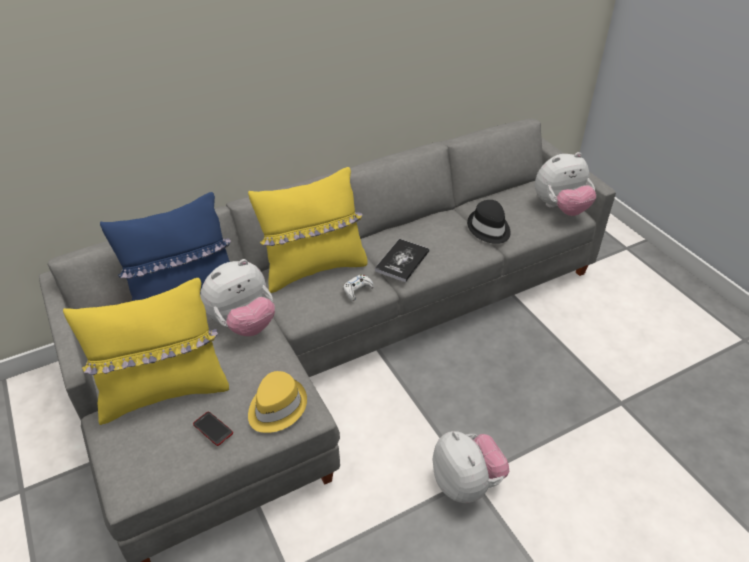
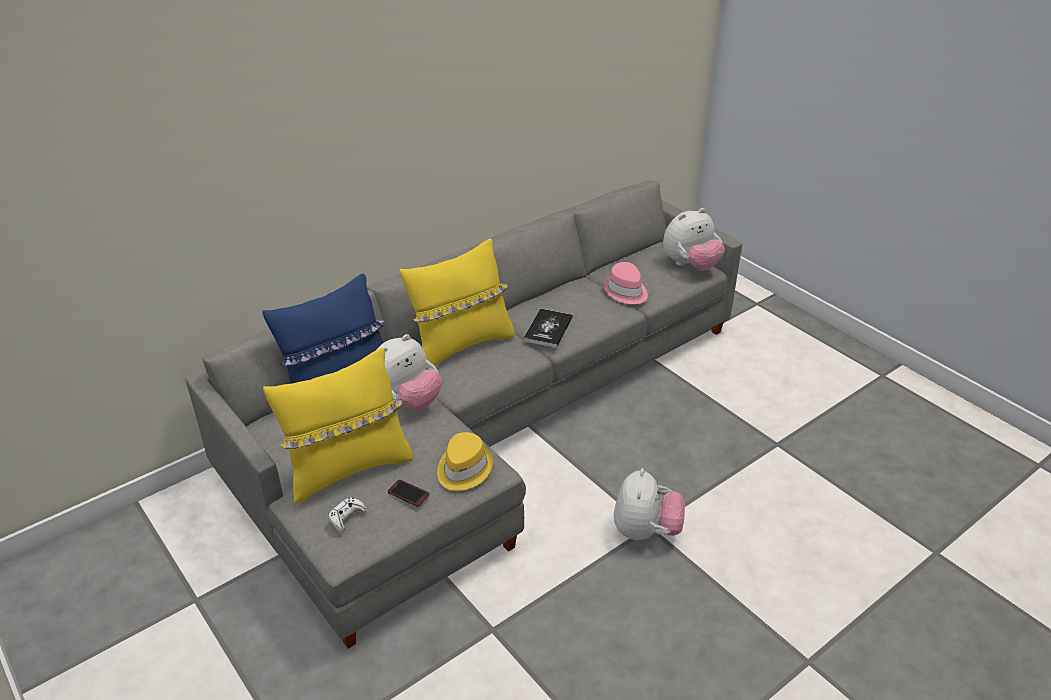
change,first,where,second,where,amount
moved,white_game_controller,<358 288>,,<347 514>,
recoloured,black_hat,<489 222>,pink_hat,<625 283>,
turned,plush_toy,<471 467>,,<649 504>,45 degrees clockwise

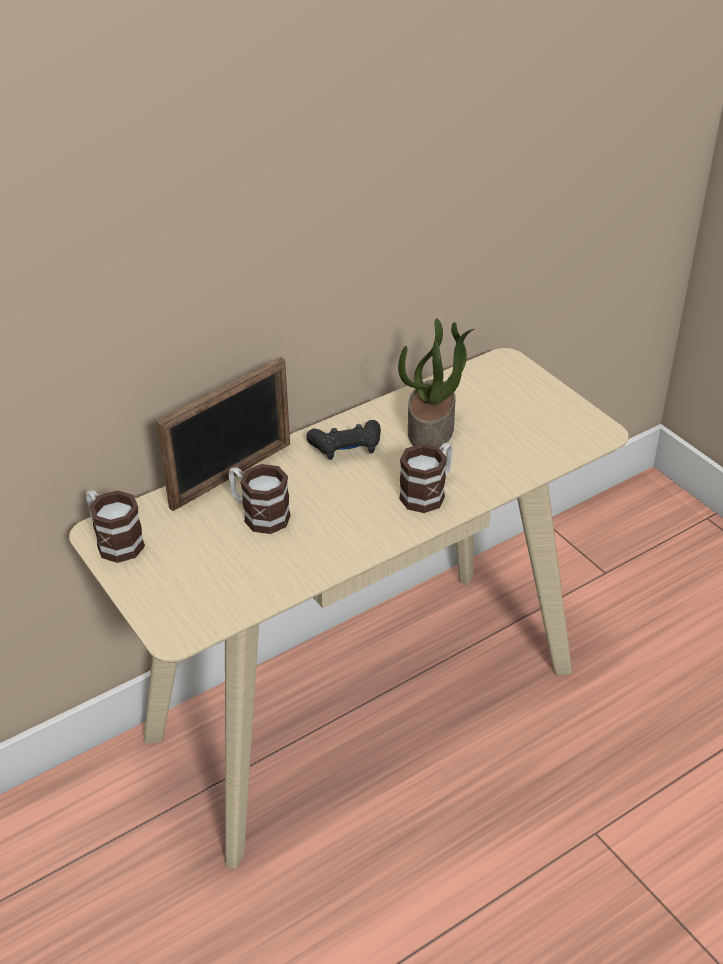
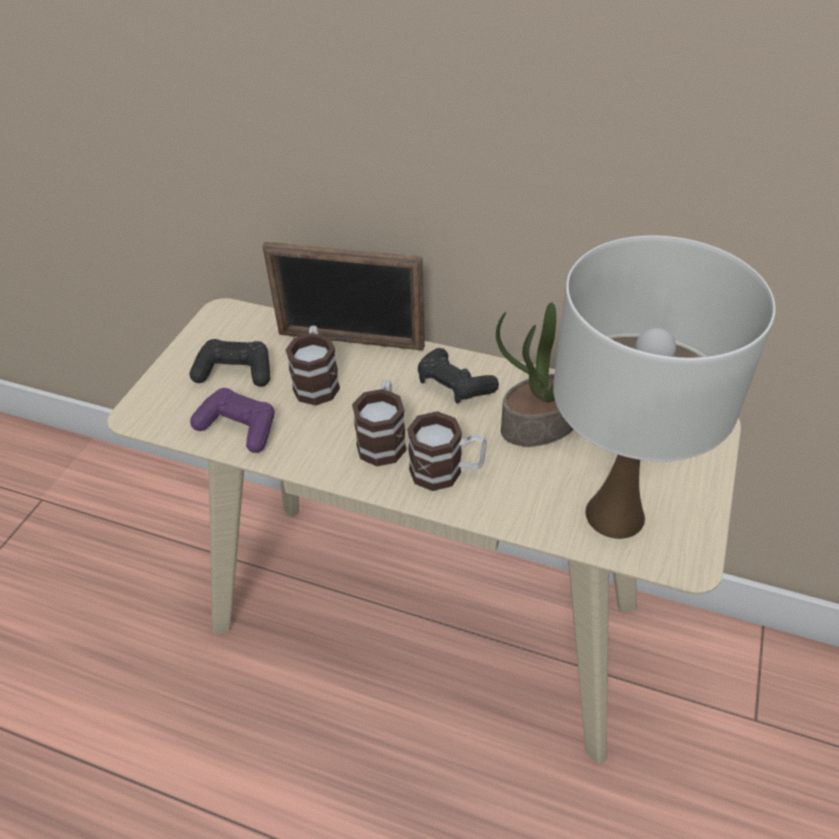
change,first,where,second,where,amount
added,,,black_game_controller,<229 363>,
added,,,purple_game_controller,<232 420>,
added,,,white_table_lamp,<664 387>,
moved,mug,<115 526>,,<379 423>,

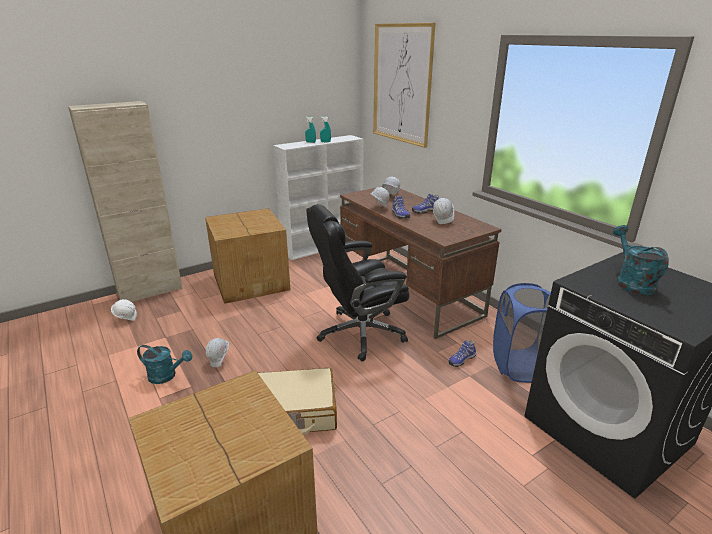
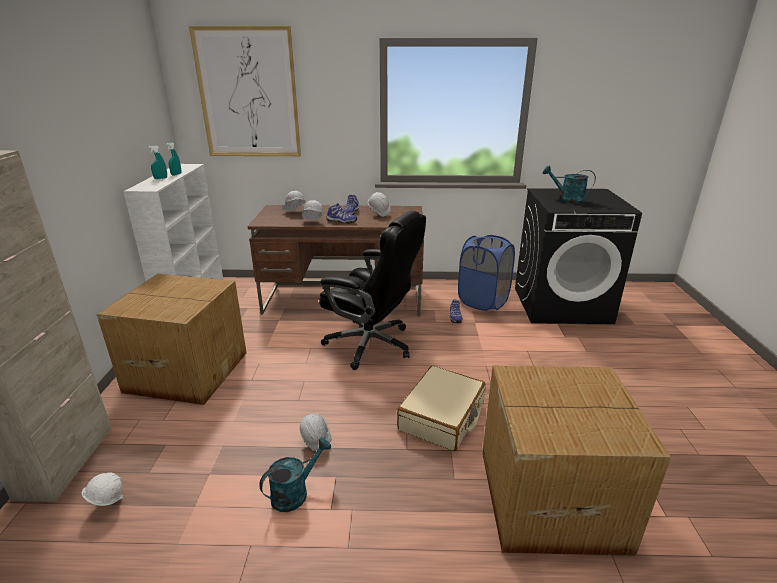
change,first,where,second,where,amount
turned,black_office_chair,<358 283>,,<372 290>,75 degrees counterclockwise

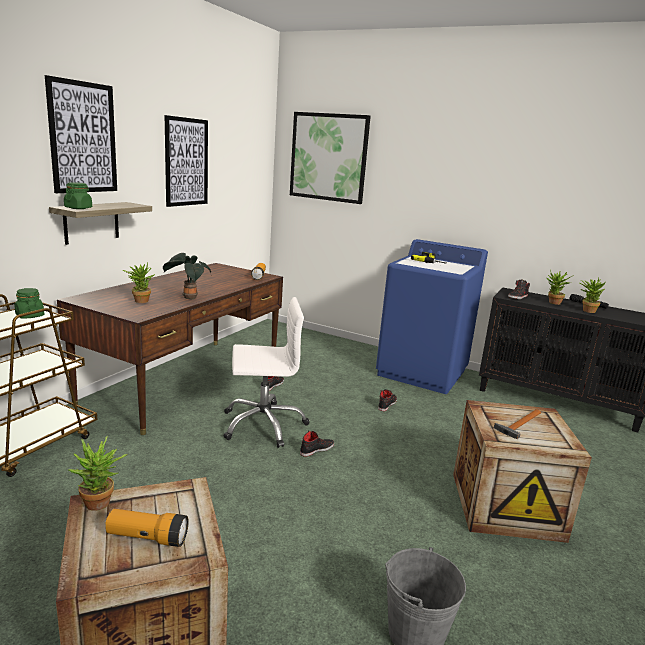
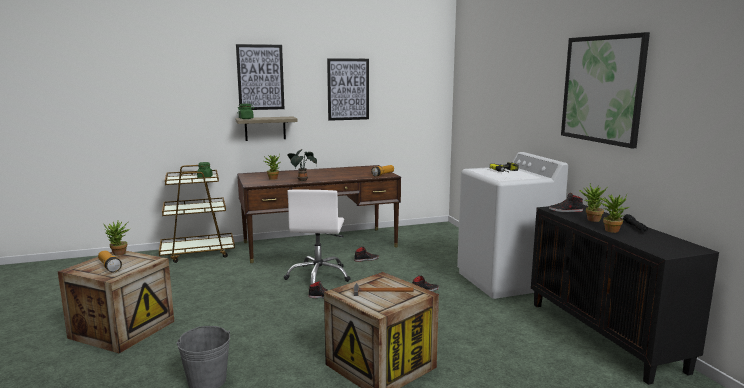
change,first,where,second,where,amount
moved,picture,<330 158>,,<605 90>,
recoloured,blue_washing_machine,<432 316>,white_washing_machine,<512 225>,
turned,white_office_chair,<266 372>,,<317 237>,60 degrees clockwise

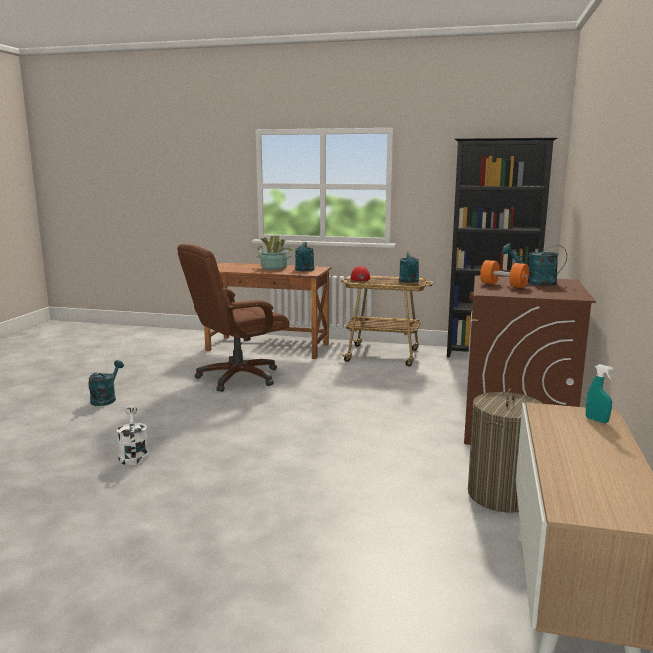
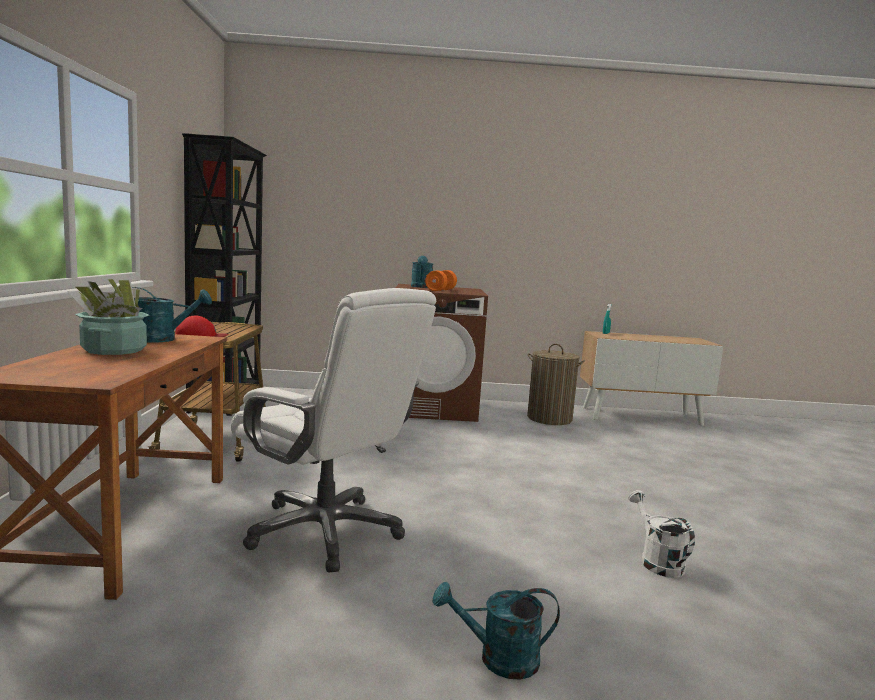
change,first,where,second,where,amount
removed,turquoise_watering_can,<409 267>,,,
recoloured,brown_office_chair,<233 318>,white_office_chair,<333 430>,
turned,white_watering_can,<133 435>,,<661 534>,105 degrees clockwise

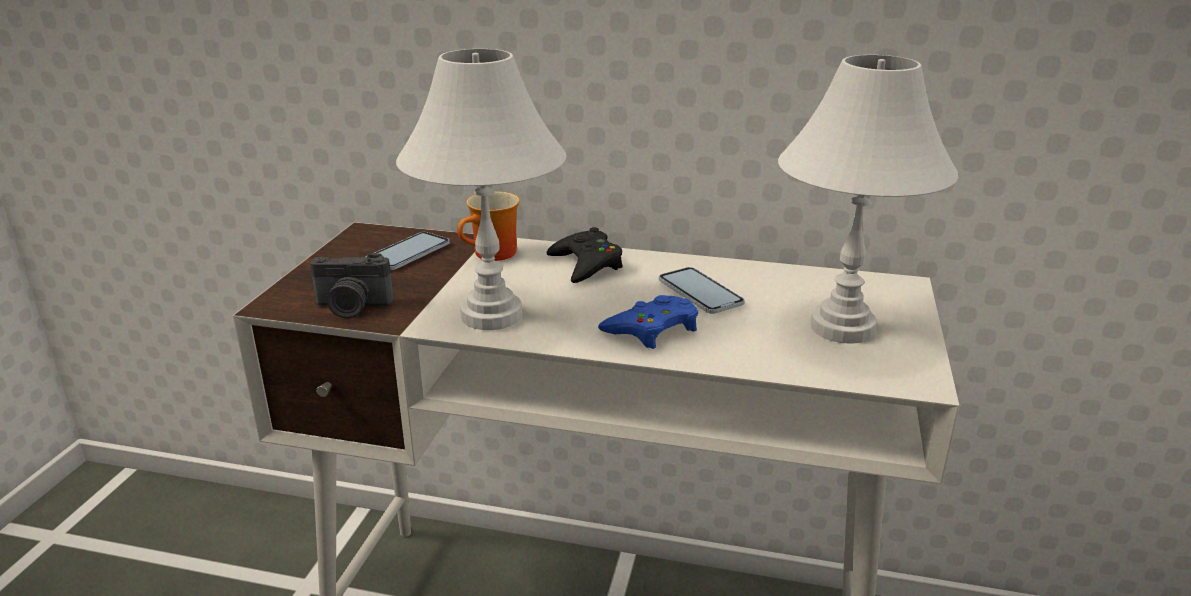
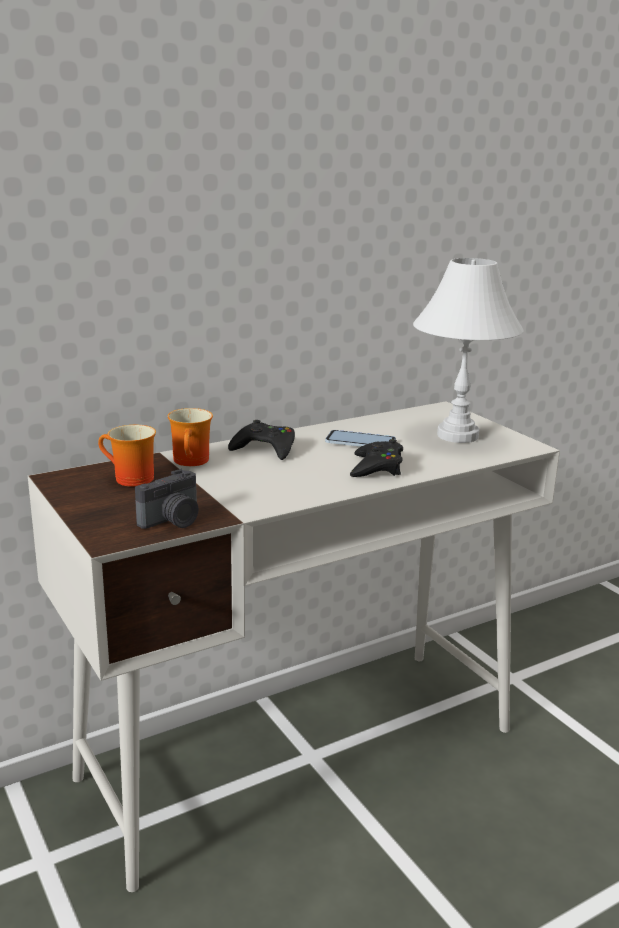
change,first,where,second,where,amount
removed,white_table_lamp,<481 189>,,,
replaced,phone,<408 251>,mug,<127 456>,
recoloured,blue_game_controller,<648 322>,black_game_controller,<376 458>,

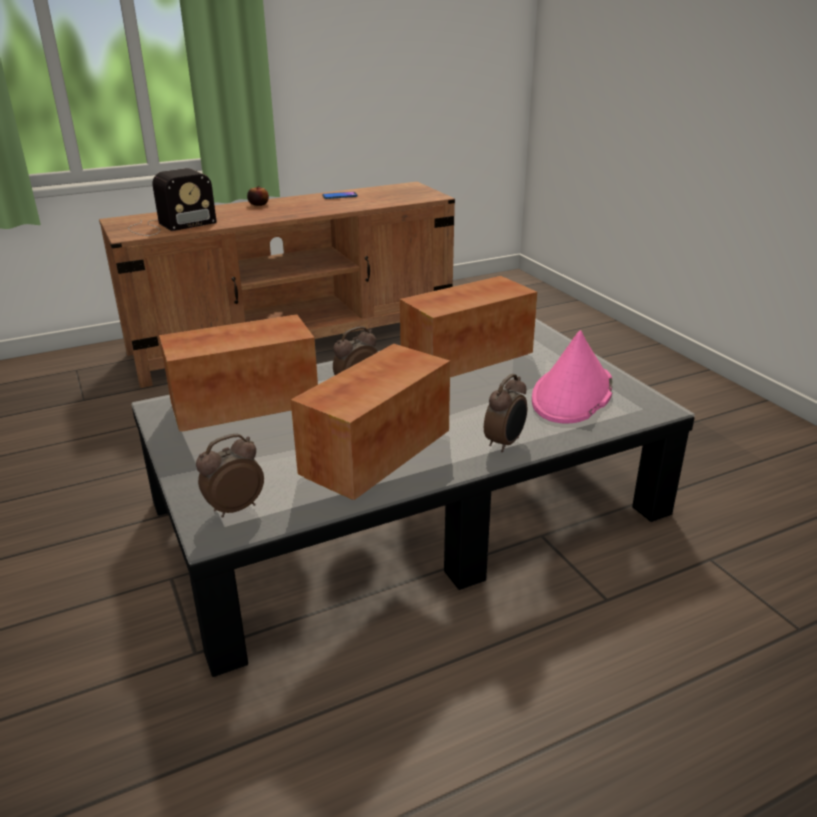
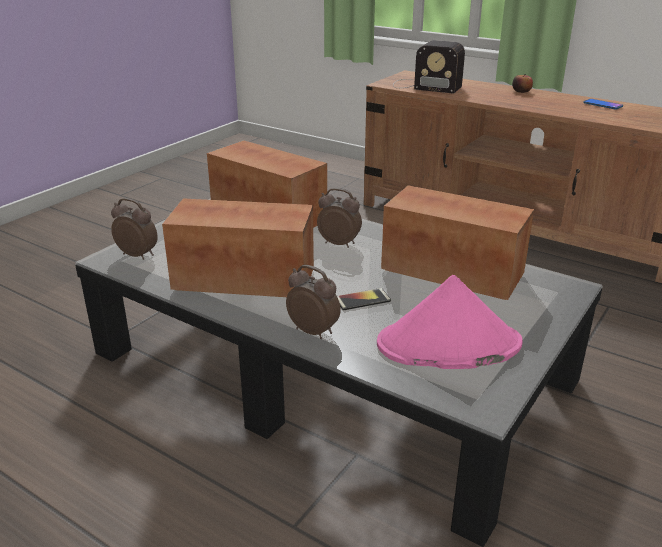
change,first,where,second,where,amount
added,,,phone,<364 299>,
turned,alarm_clock,<505 413>,,<313 302>,150 degrees counterclockwise

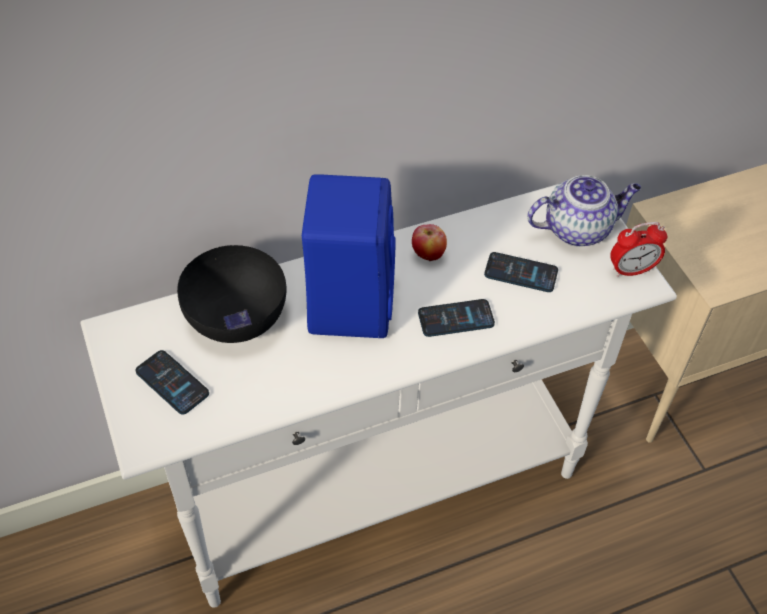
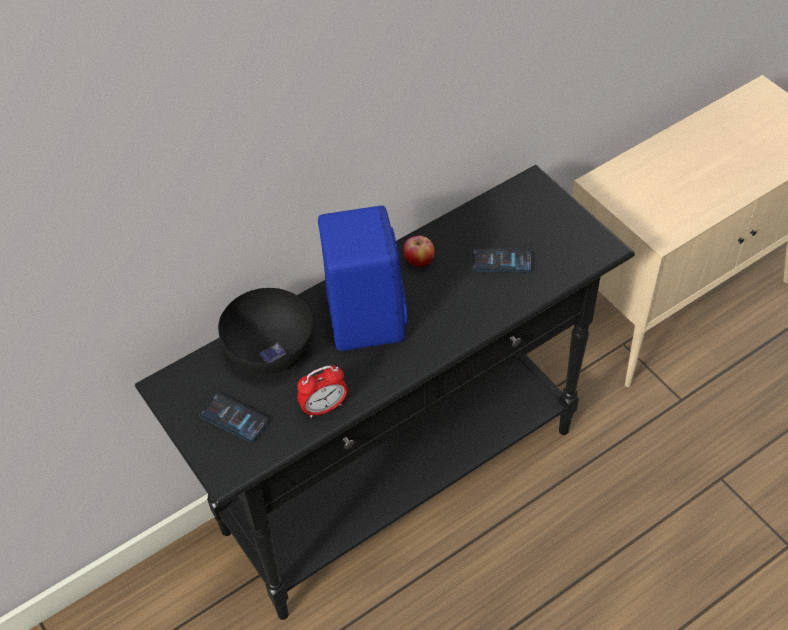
change,first,where,second,where,amount
removed,phone,<456 318>,,,
removed,teapot,<584 211>,,,
moved,alarm_clock,<638 249>,,<322 392>,
recoloured,white_console_table,<378 396>,black_console_table,<385 392>,

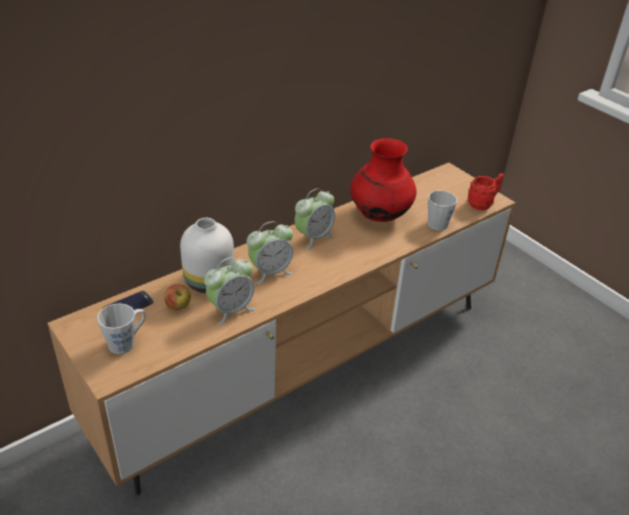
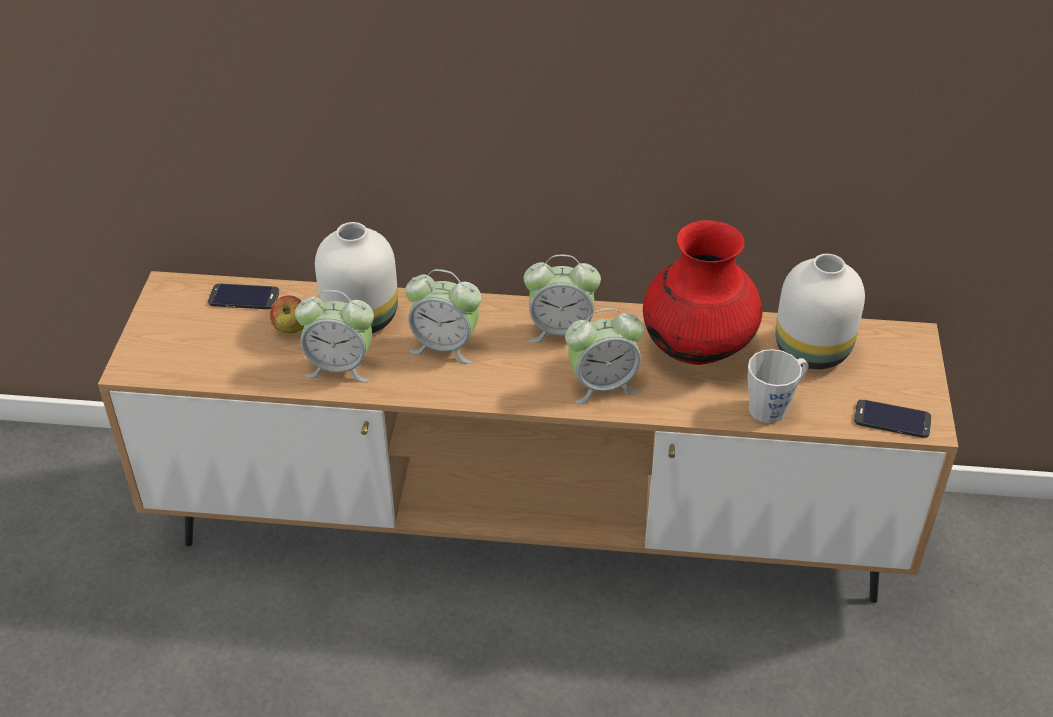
change,first,where,second,where,amount
removed,grey_mug,<121 328>,,,
added,,,alarm_clock,<604 356>,
added,,,white_vase,<820 311>,
replaced,red_mug,<486 191>,phone,<893 418>,

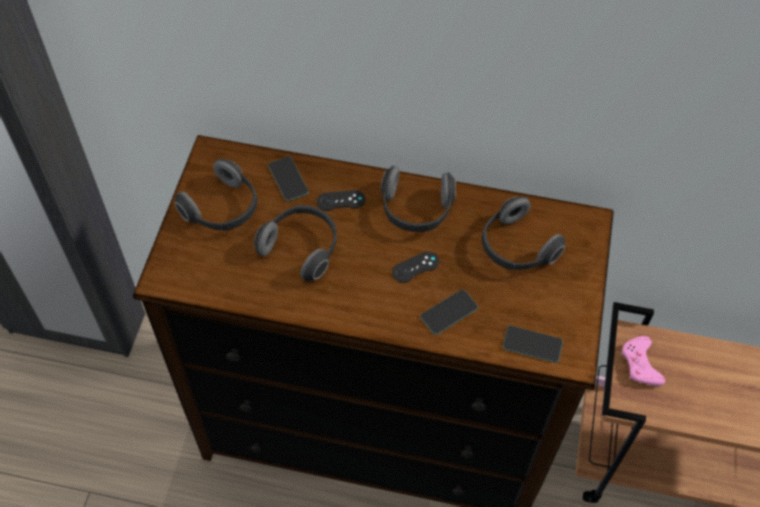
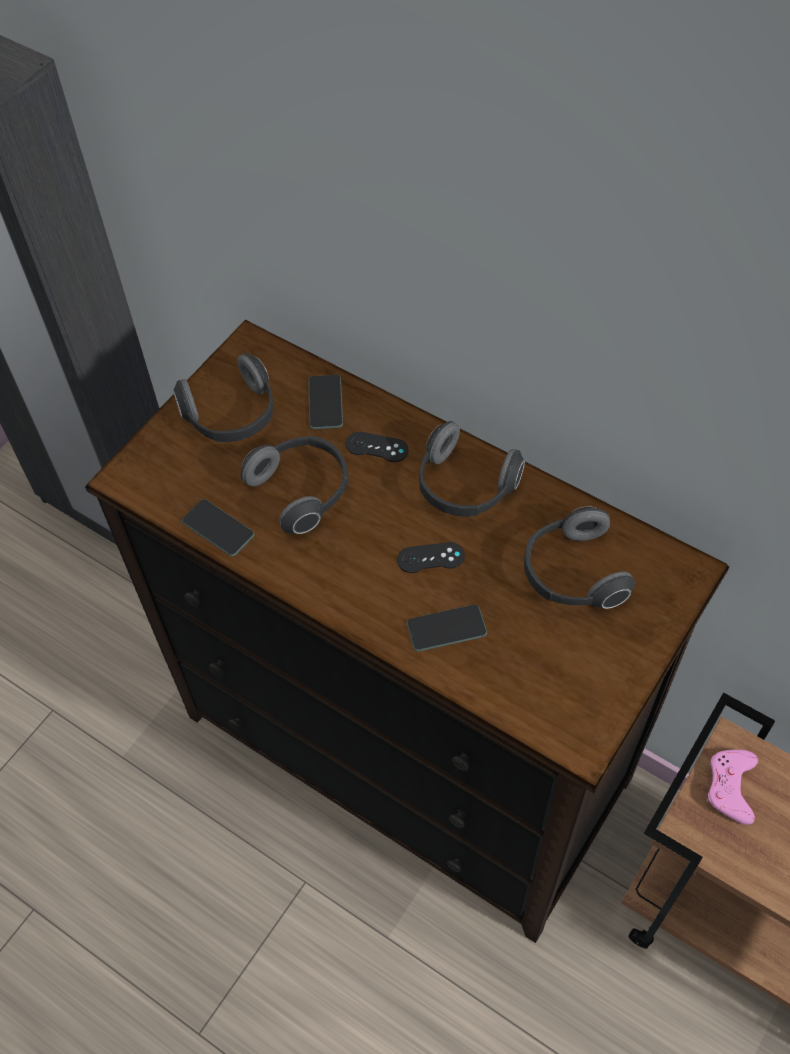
change,first,where,second,where,amount
moved,phone,<533 344>,,<218 527>,

